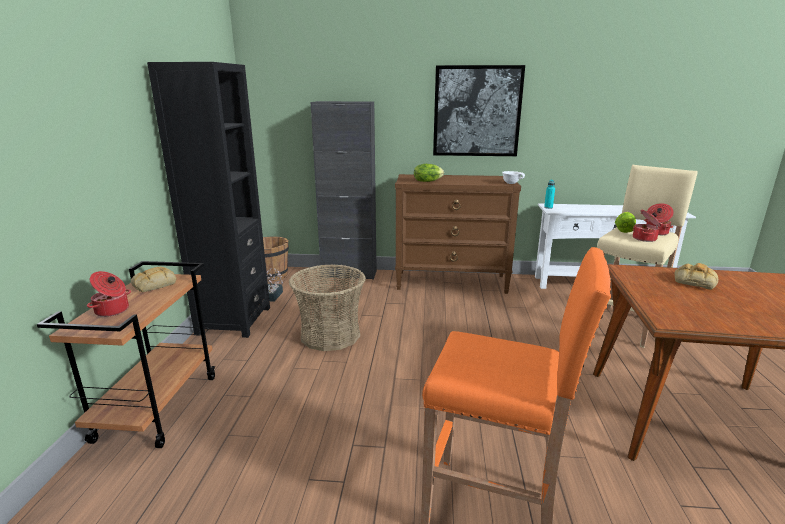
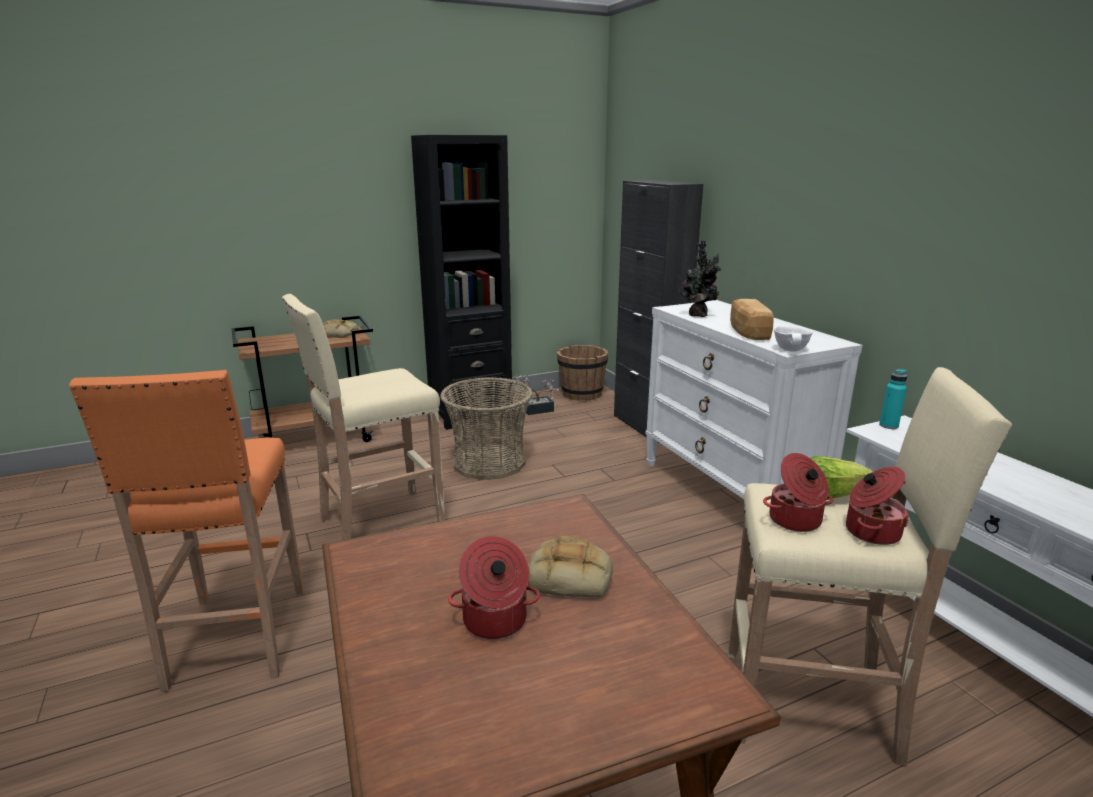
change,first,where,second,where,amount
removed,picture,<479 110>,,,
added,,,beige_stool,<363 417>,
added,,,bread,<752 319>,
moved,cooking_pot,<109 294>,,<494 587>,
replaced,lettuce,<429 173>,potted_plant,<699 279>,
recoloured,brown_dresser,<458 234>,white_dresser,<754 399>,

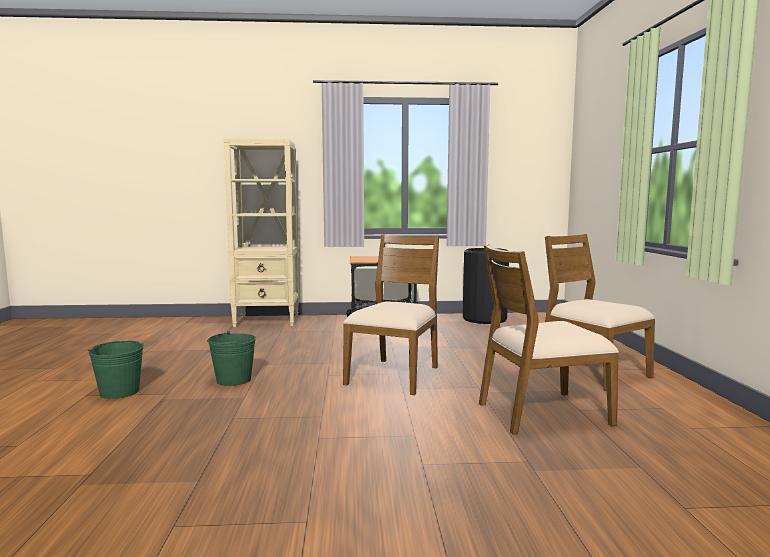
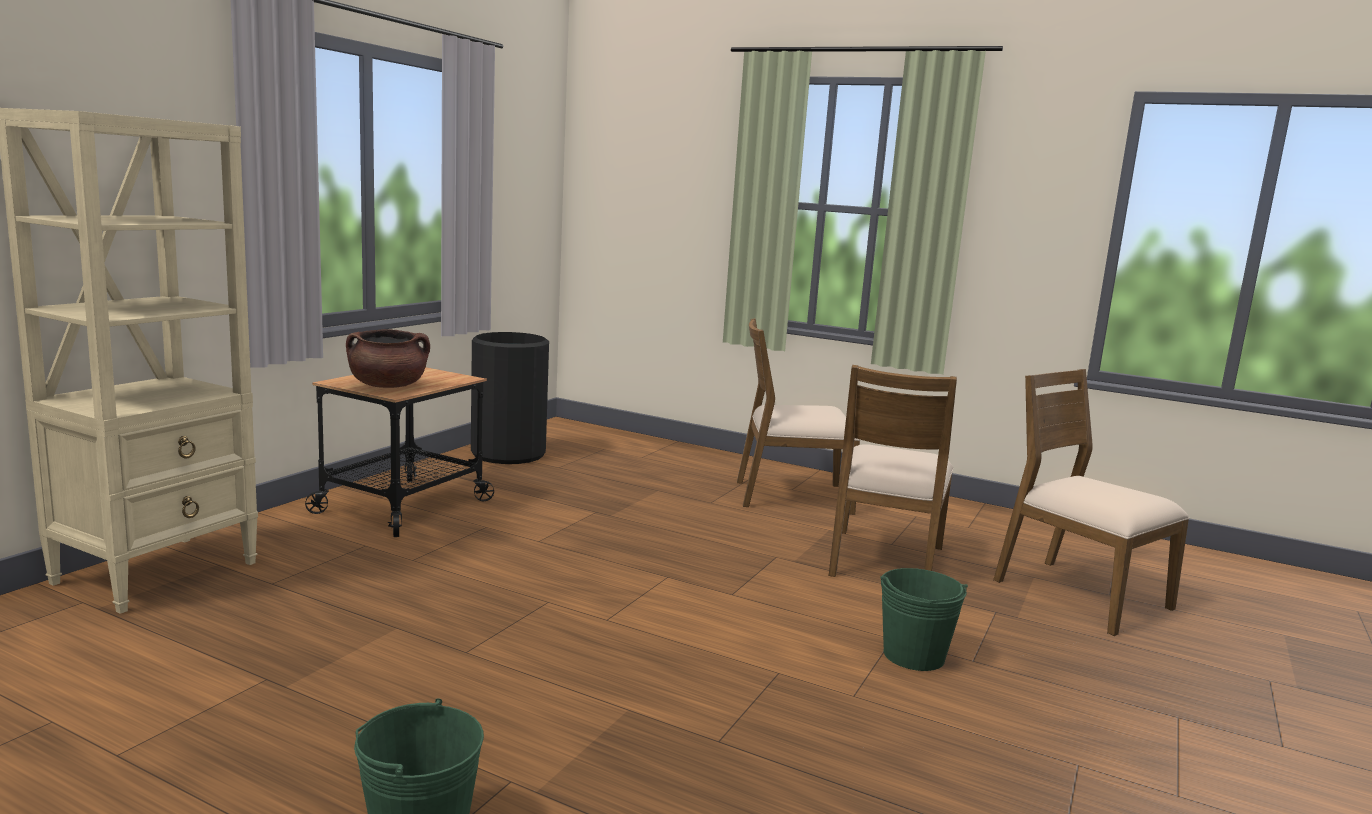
change,first,where,second,where,amount
added,,,brown_cooking_pot,<388 358>,
moved,green_bucket,<231 358>,,<924 619>,
moved,brown_chair,<391 315>,,<1091 502>,

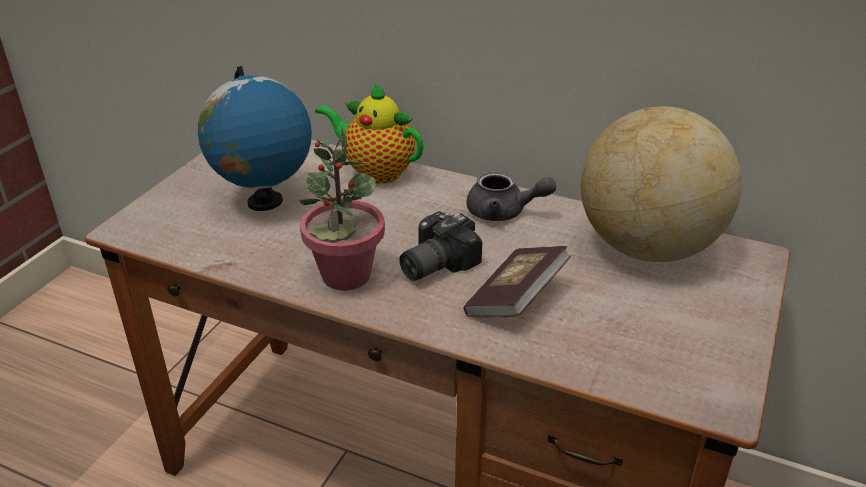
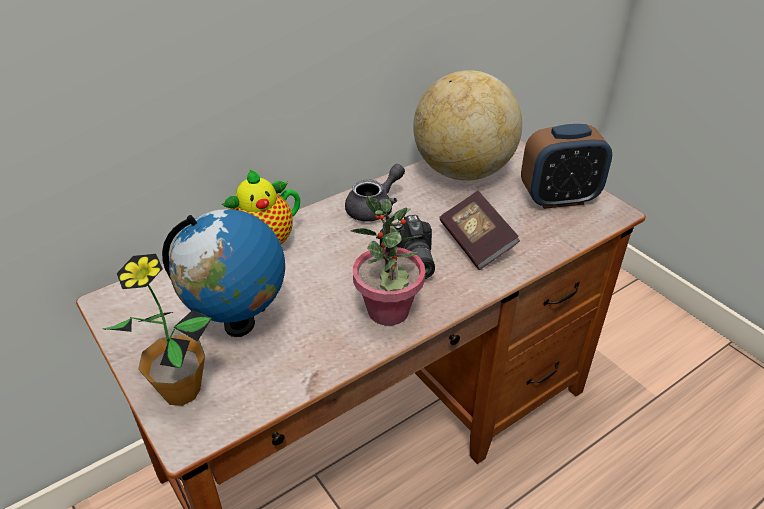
change,first,where,second,where,amount
added,,,potted_plant,<157 330>,
added,,,alarm_clock,<566 166>,

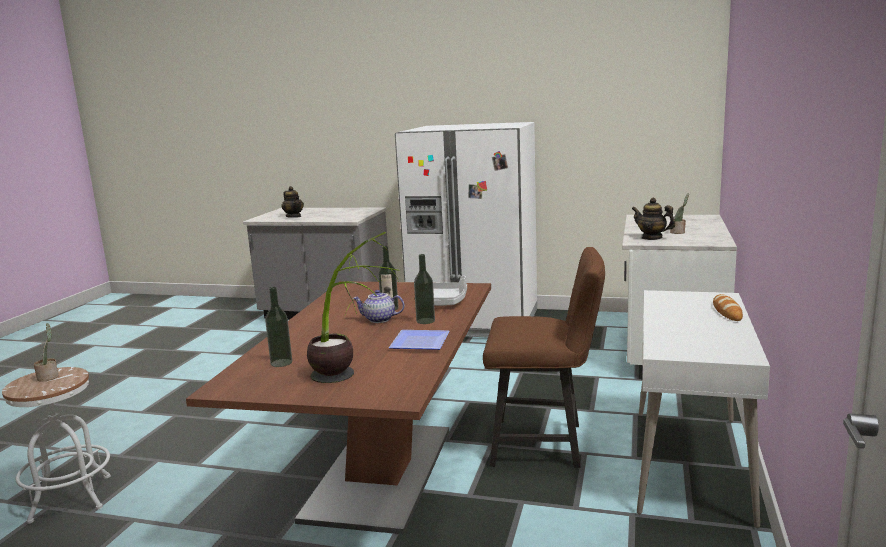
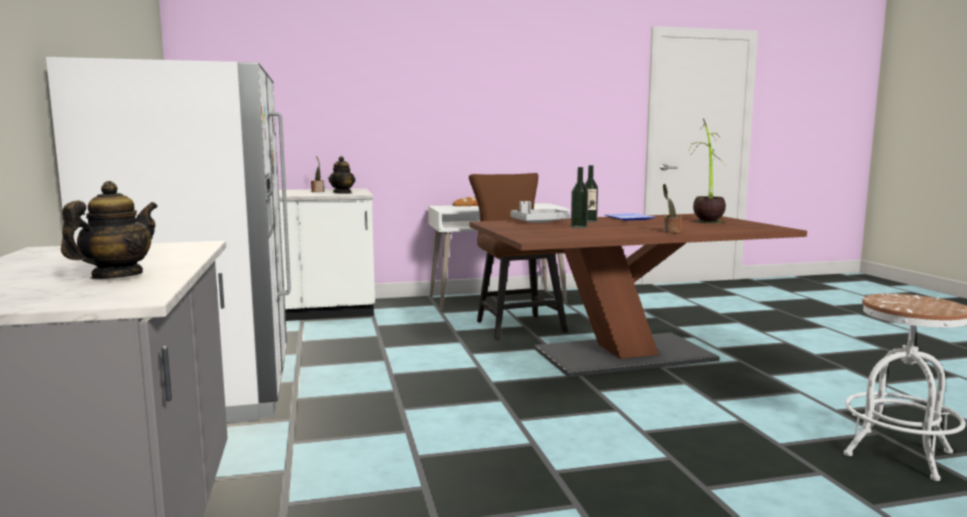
change,first,where,second,where,amount
removed,bottle,<278 327>,,,
removed,teapot,<378 306>,,,
moved,potted_plant,<46 352>,,<672 208>,

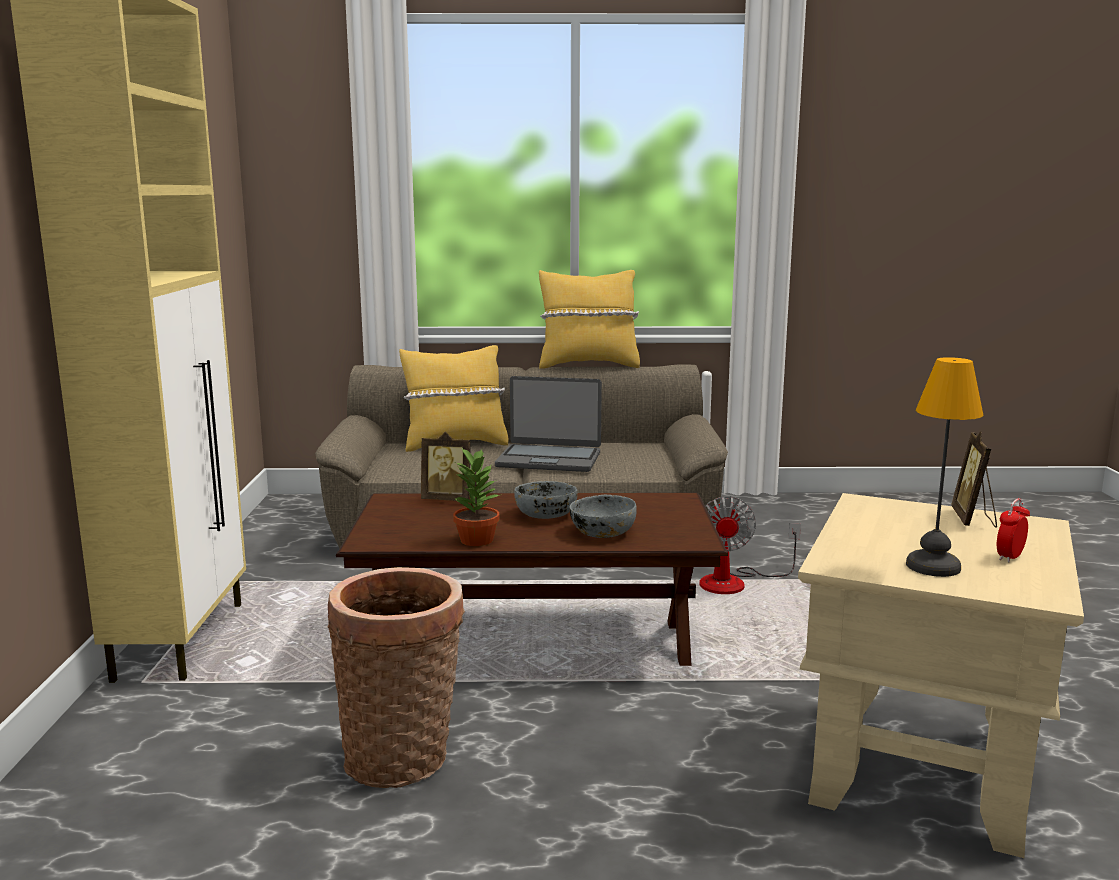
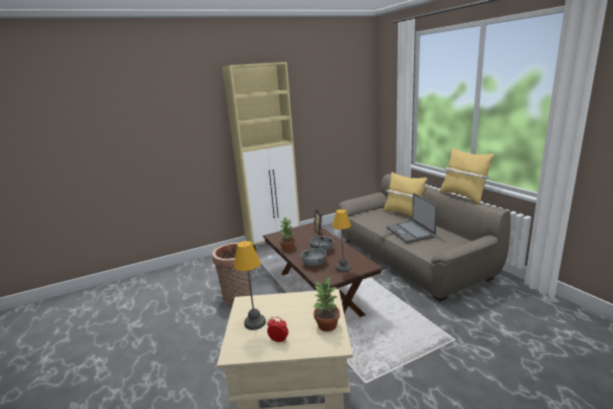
change,first,where,second,where,amount
removed,fan,<750 545>,,,
added,,,table_lamp,<341 240>,
replaced,picture_frame,<974 479>,potted_plant,<327 304>,

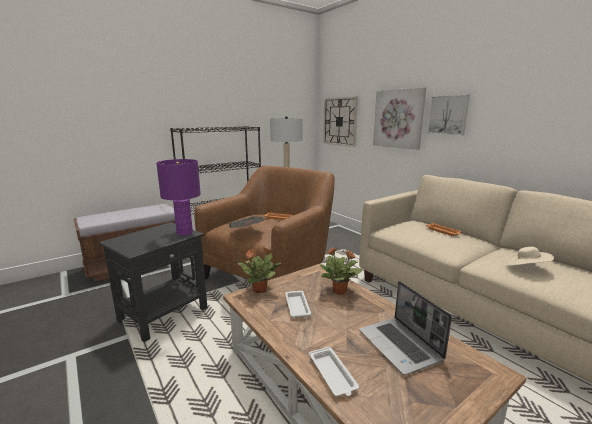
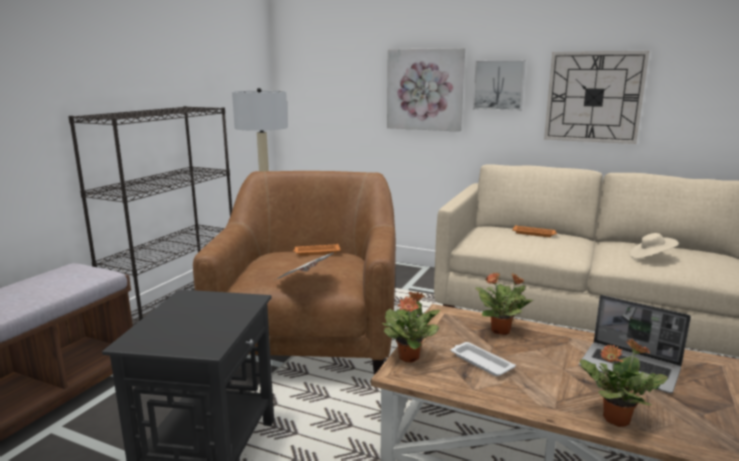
change,first,where,second,where,amount
removed,purple_table_lamp,<178 197>,,,
moved,wall_clock,<340 122>,,<596 97>,
replaced,white_tray,<334 371>,potted_plant,<624 383>,

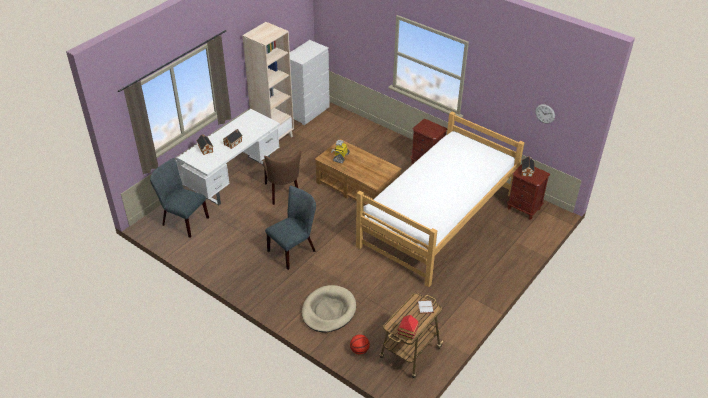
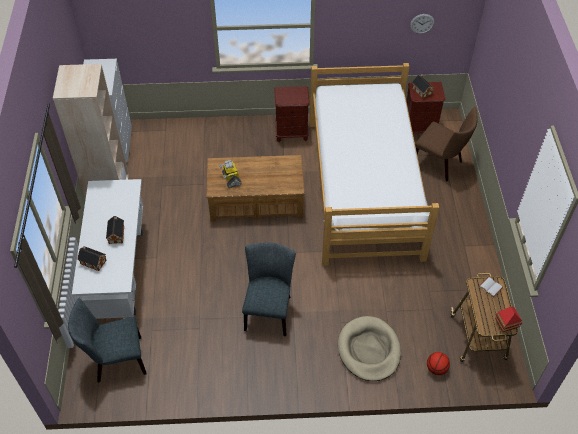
change,first,where,second,where,amount
moved,brown_chair,<282 177>,,<446 144>,

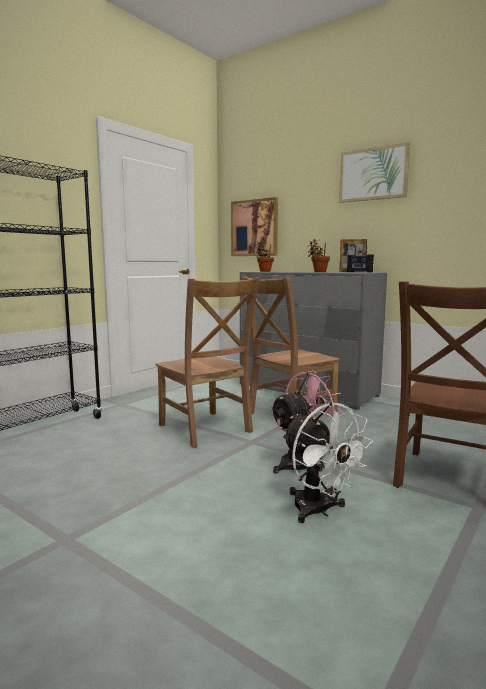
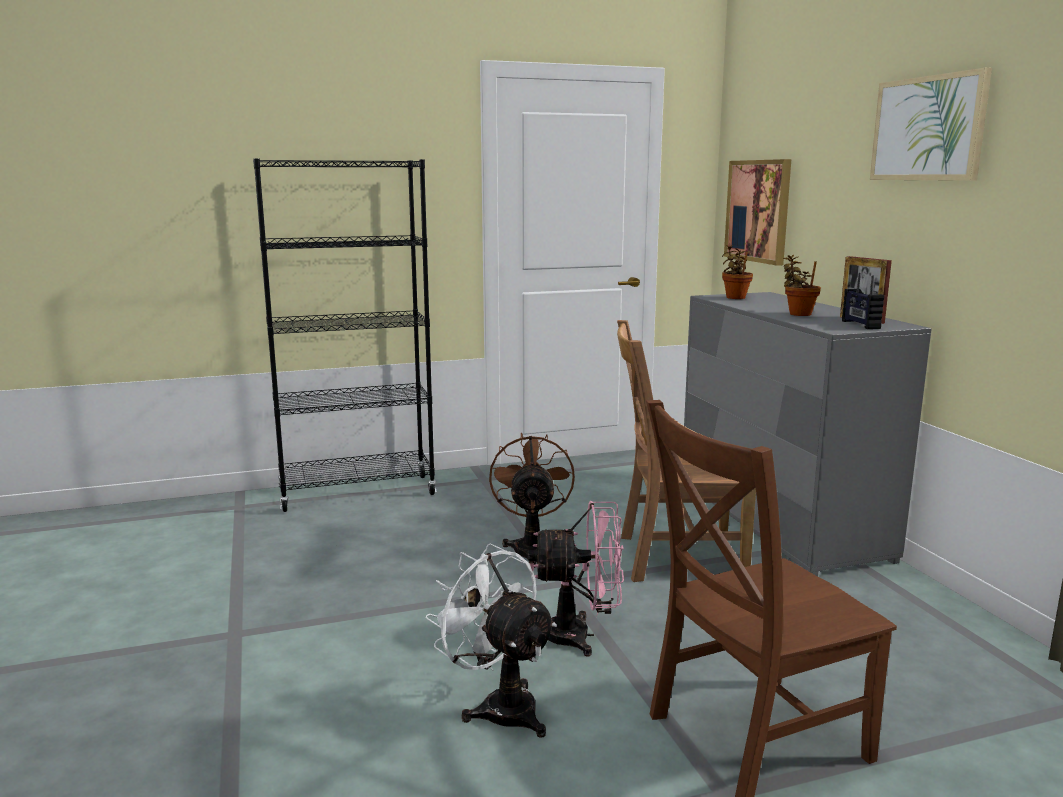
change,first,where,second,where,amount
replaced,brown_chair,<208 362>,brown_fan,<532 500>,
turned,white_fan,<327 462>,,<491 640>,135 degrees clockwise

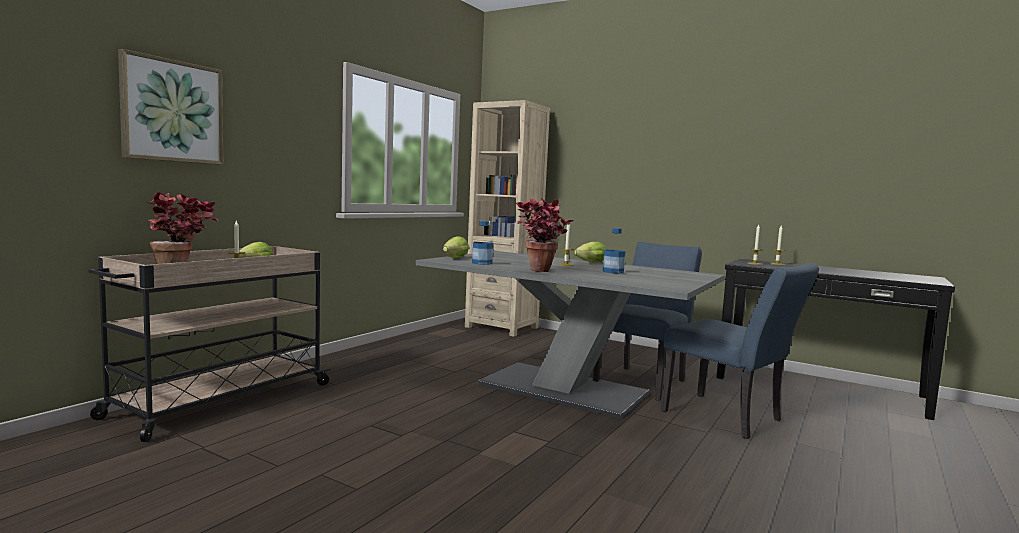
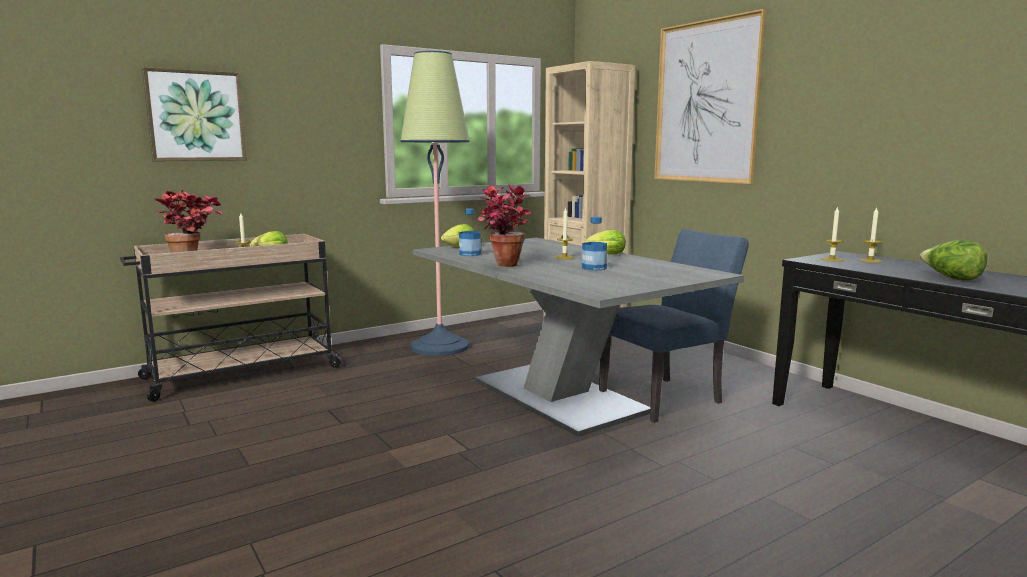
change,first,where,second,where,amount
removed,blue_chair,<740 351>,,,
added,,,floor_lamp,<435 203>,
added,,,picture,<710 96>,
added,,,lettuce,<953 260>,

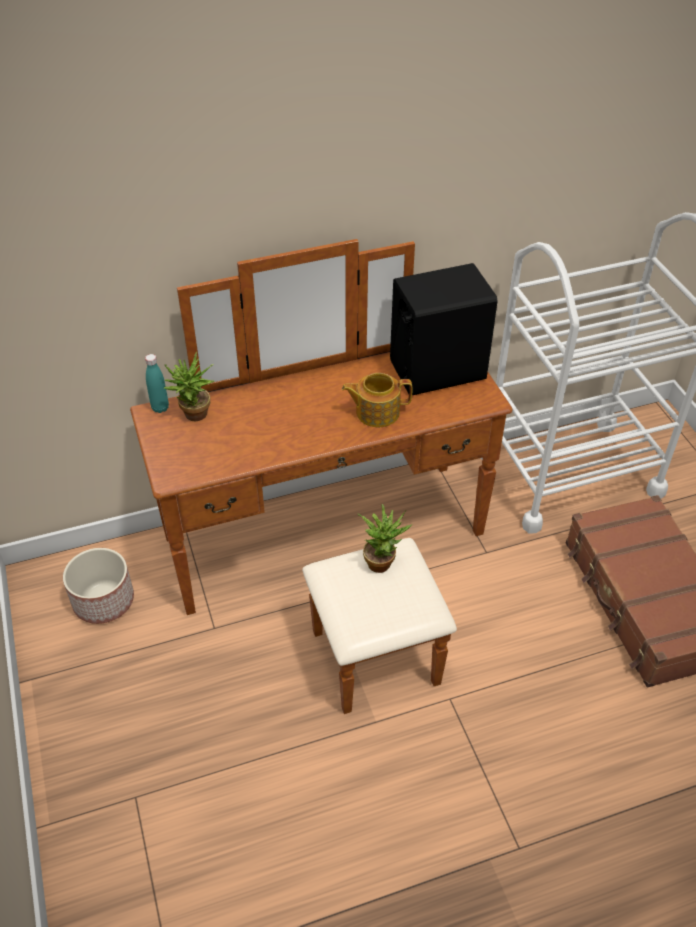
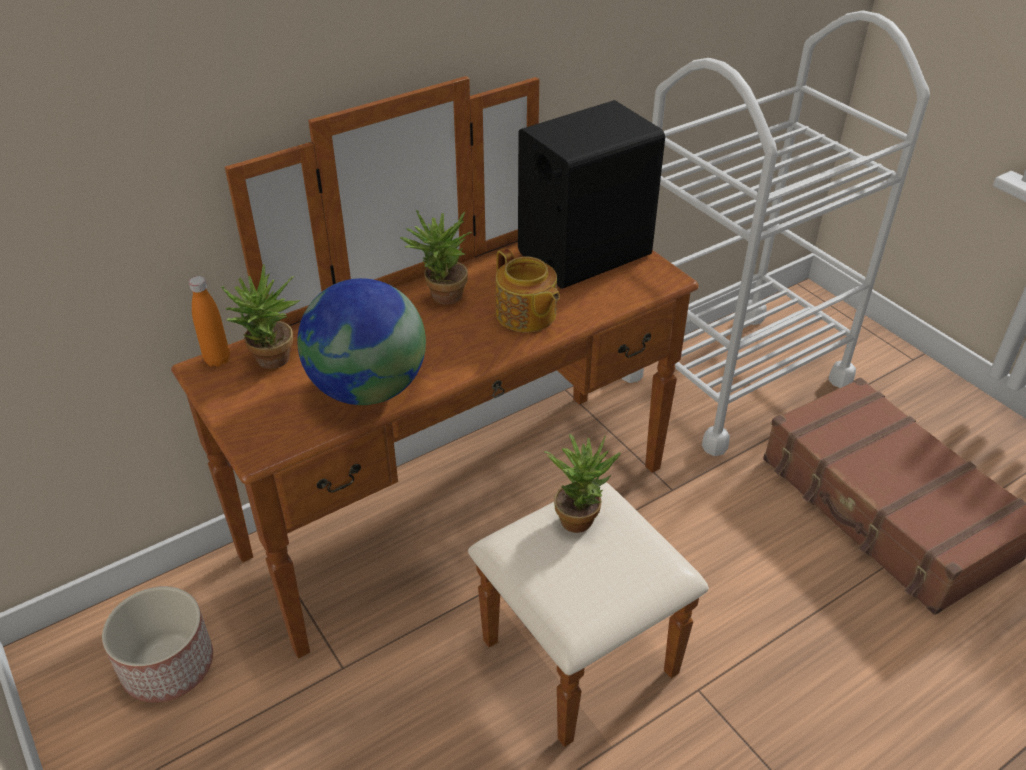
change,first,where,second,where,amount
added,,,globe,<361 341>,
added,,,potted_plant,<436 257>,
recoloured,turquoise_bottle,<157 383>,orange_bottle,<209 321>,
turned,teapot,<377 400>,,<528 290>,105 degrees counterclockwise

